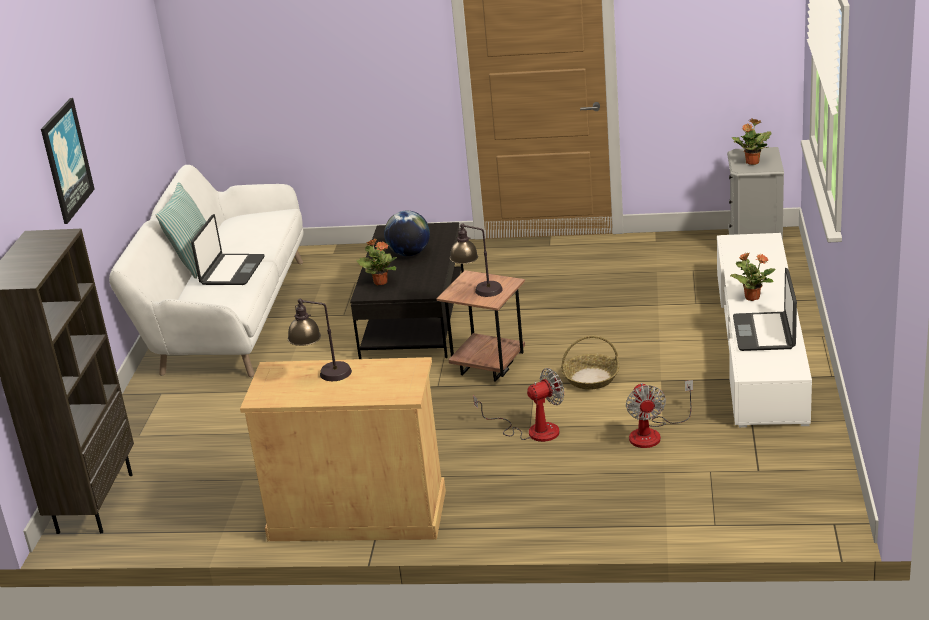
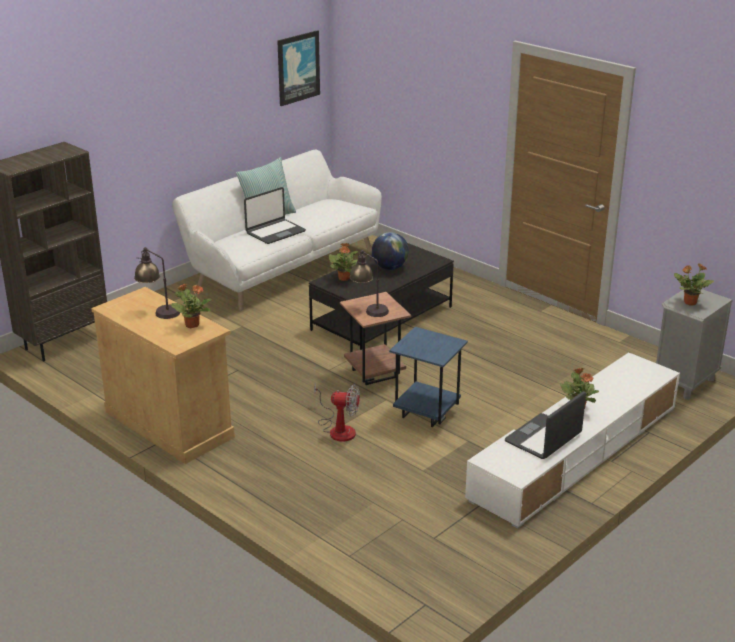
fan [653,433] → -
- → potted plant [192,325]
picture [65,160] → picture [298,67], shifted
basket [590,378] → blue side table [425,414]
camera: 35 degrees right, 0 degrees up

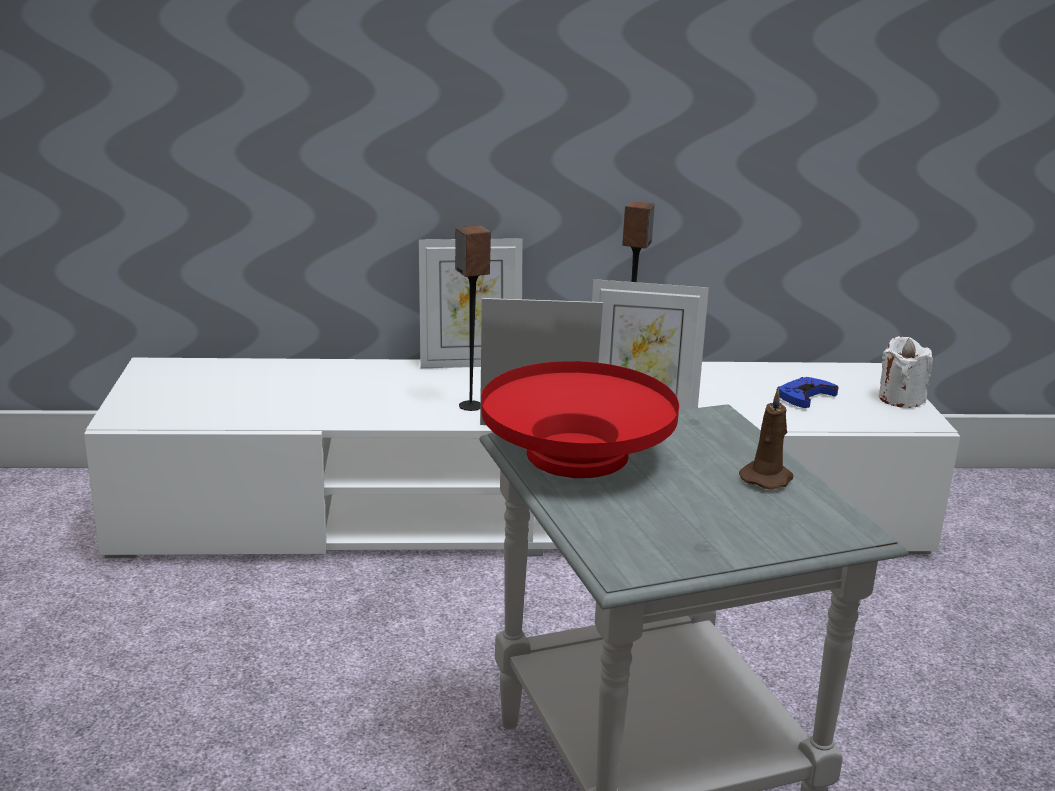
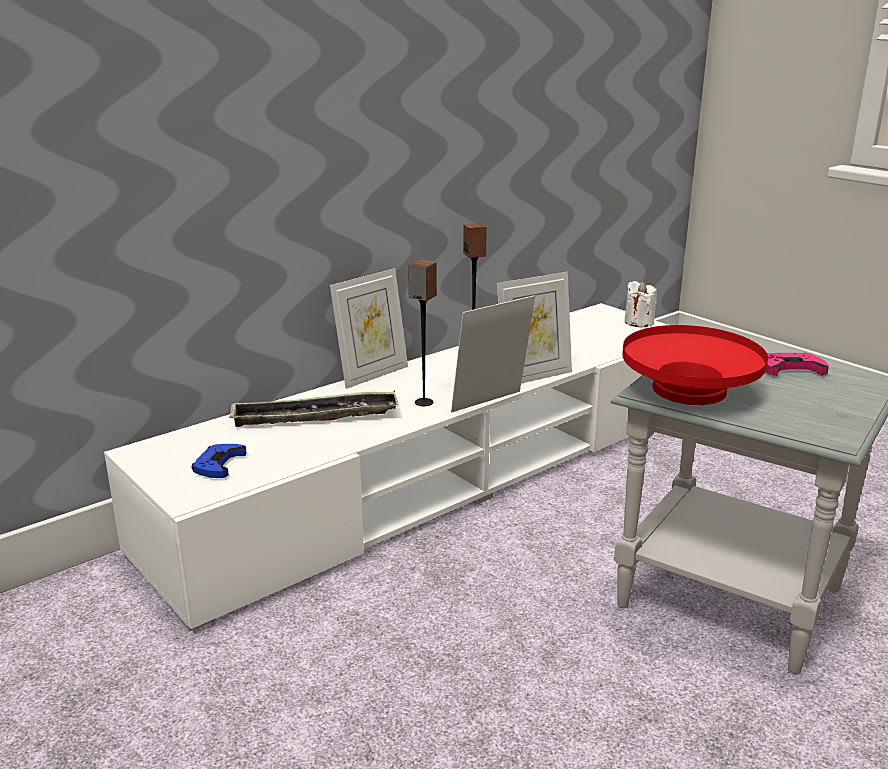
- → tray [315,417]
blue game controller [804,397] → blue game controller [219,465], shifted
brown candle [767,478] → pink game controller [791,369]
camera: 35 degrees left, 0 degrees up

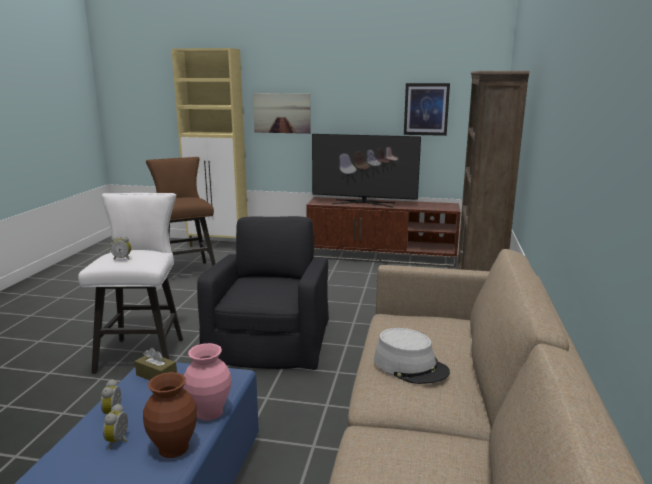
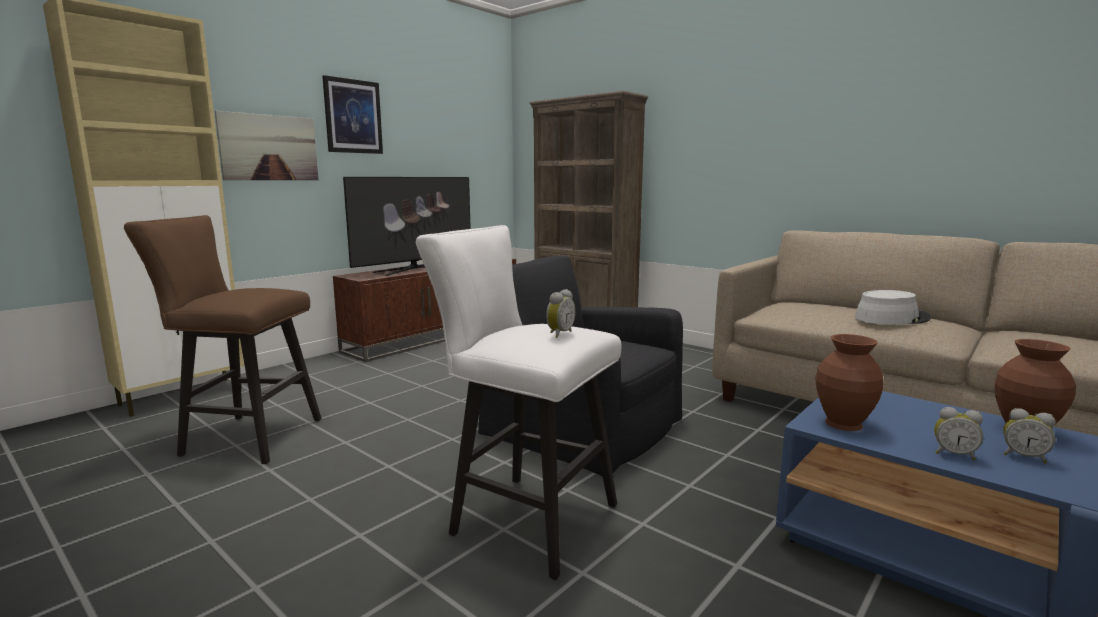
pink vase [210,411] → -
picture [426,109] → picture [353,116], shifted
brown tissue box [156,375] → brown vase [842,423]
camera: 60 degrees left, 5 degrees down

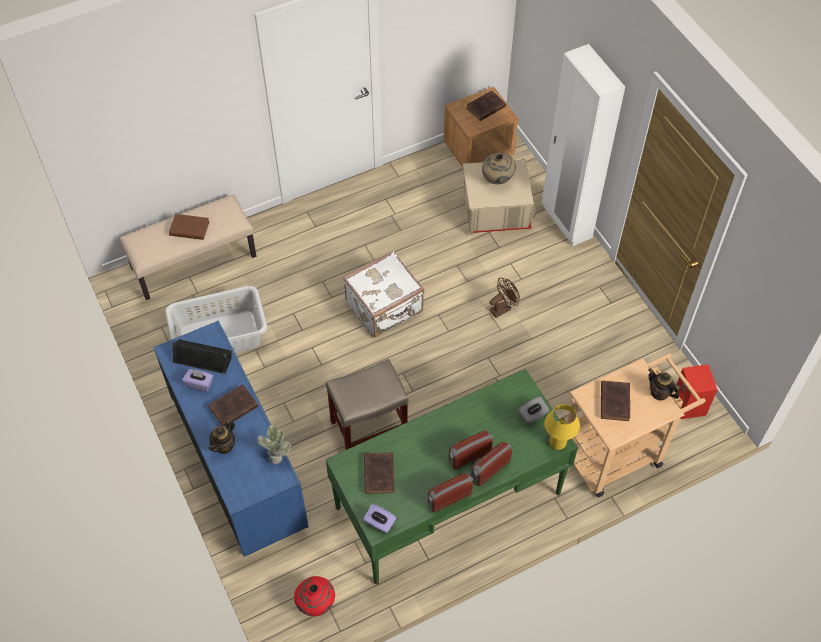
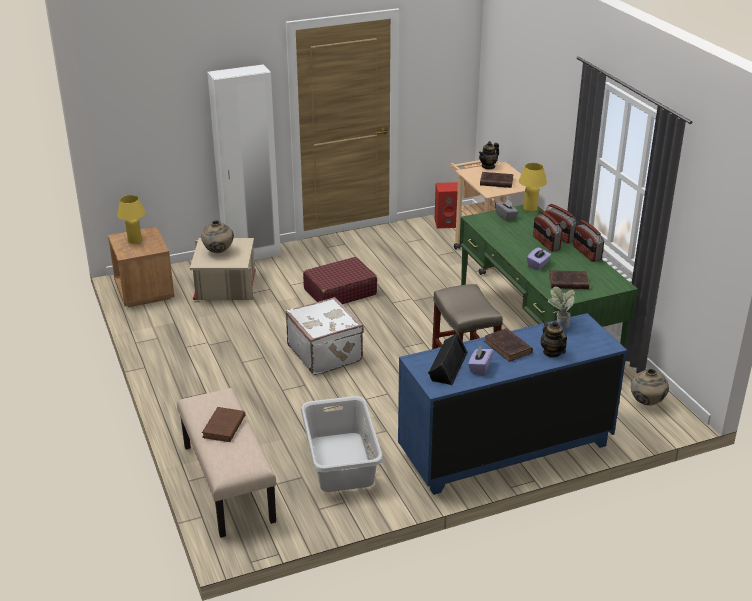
purple tissue box [380,523] → purple tissue box [538,265], shifted
brown book [485,108] → yellow table lamp [134,240]
brown fan [503,308] → red suitcase [339,292]
red vase [316,604] → beige vase [647,403]
teapot [224,445] → teapot [552,352], 150 degrees counterclockwise
camera: 85 degrees left, 25 degrees down

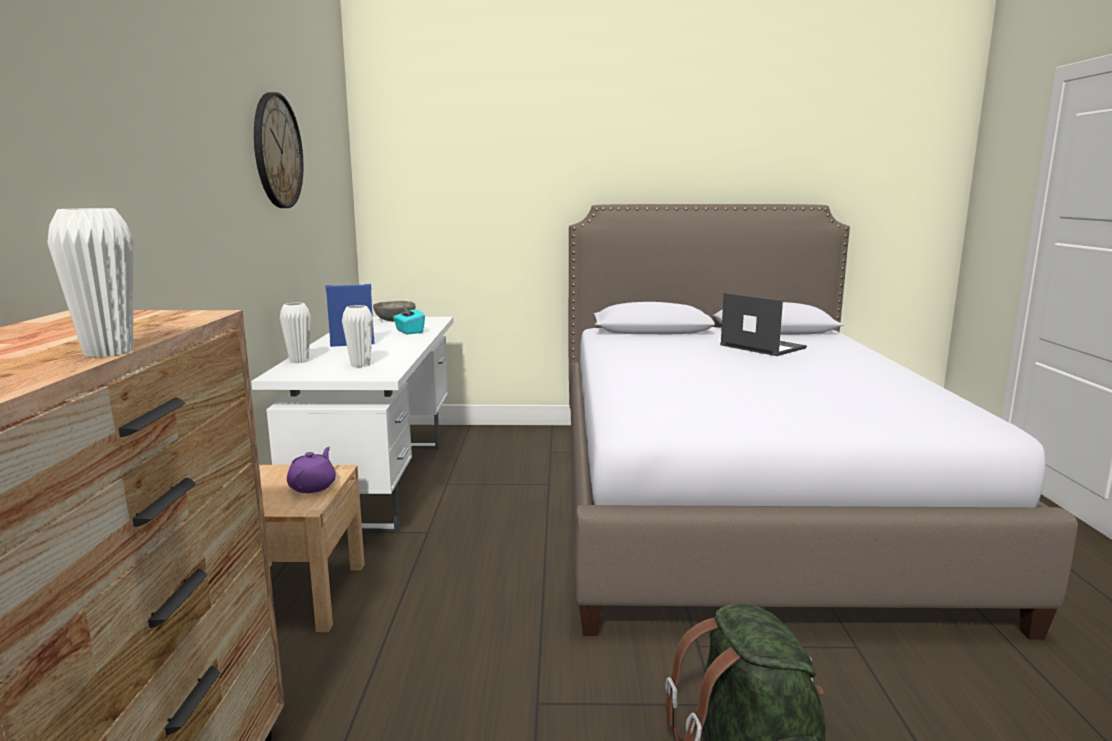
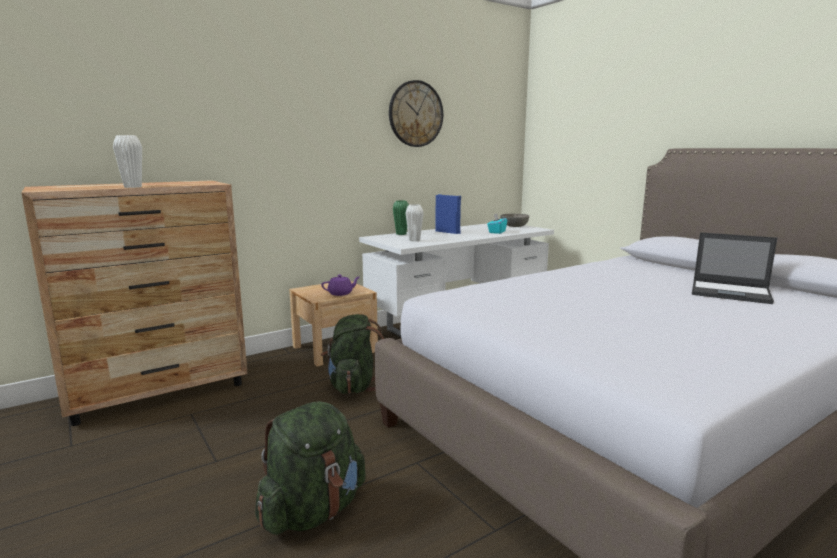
- → green backpack [354,386]
white vase [299,361] → green vase [401,234]
laptop [761,346] → laptop [731,292], 105 degrees clockwise
camera: 55 degrees right, 0 degrees up

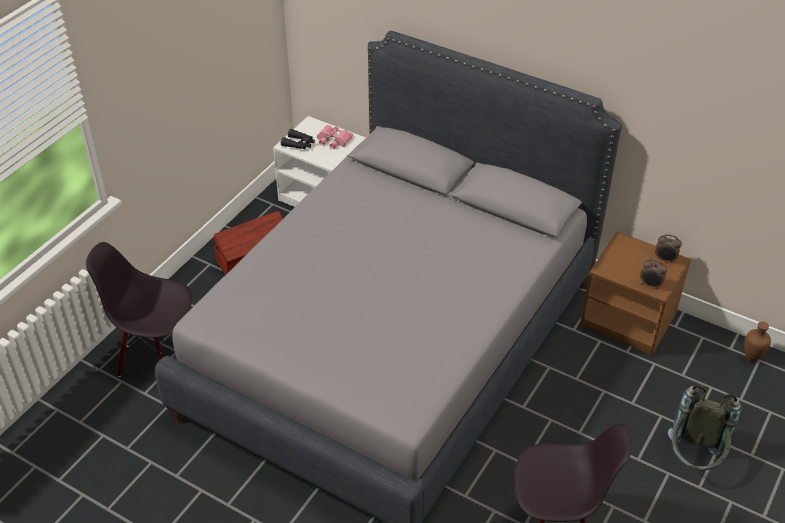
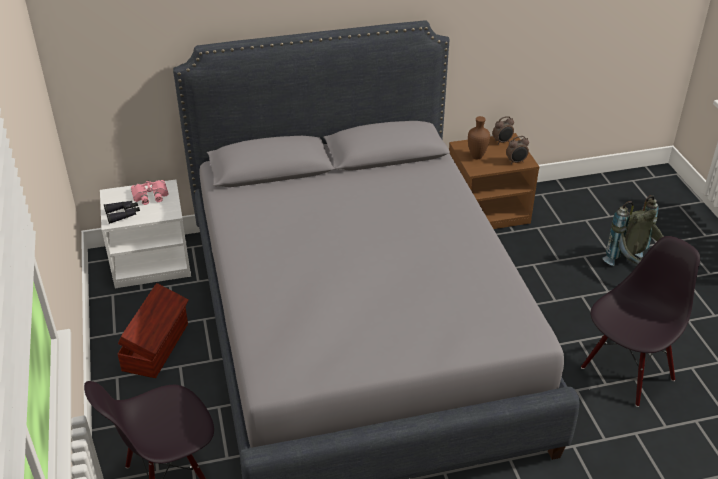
brown vase [751,358] → brown vase [476,157], shifted
camera: 45 degrees left, 5 degrees down

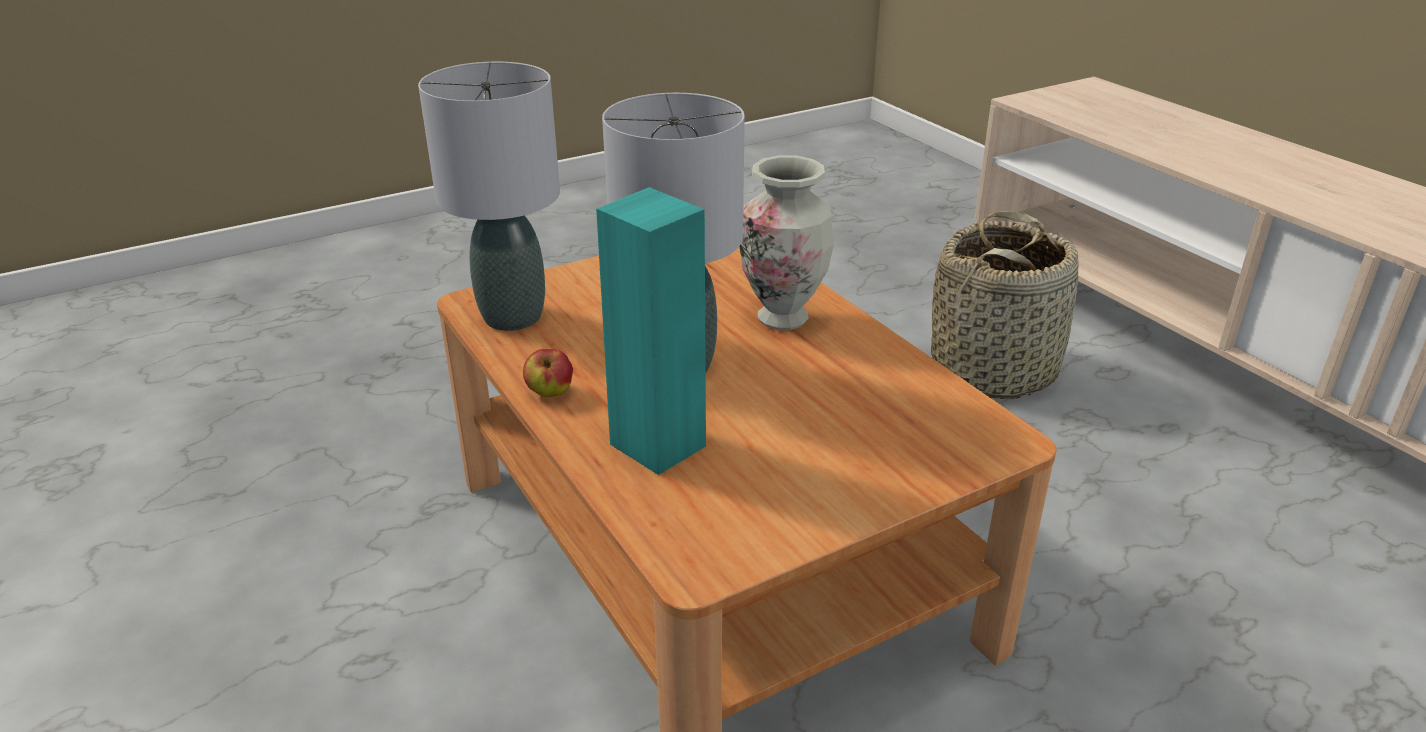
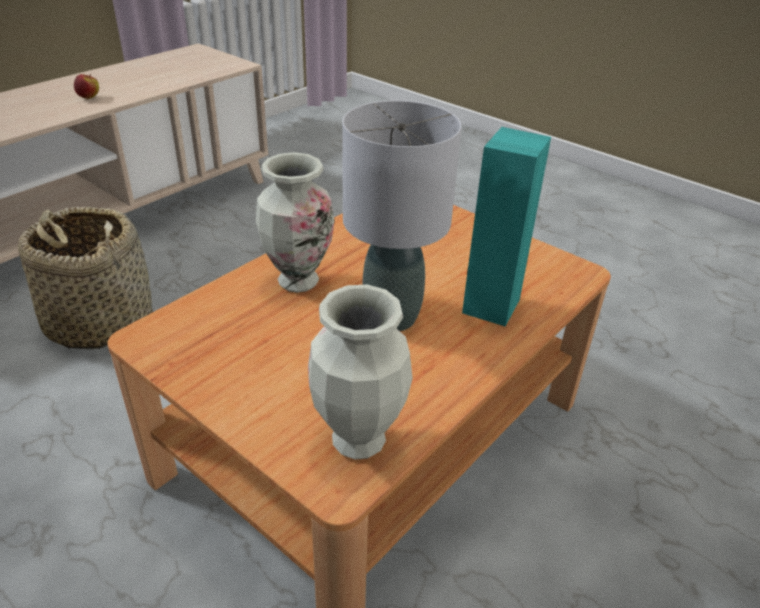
apple [550,393] → apple [89,97], shifted
grey table lamp [512,316] → vase [358,441]
camera: 110 degrees left, 5 degrees up

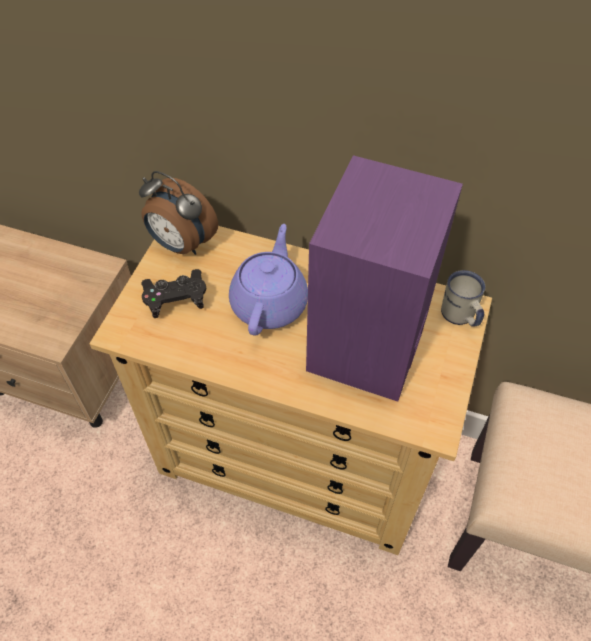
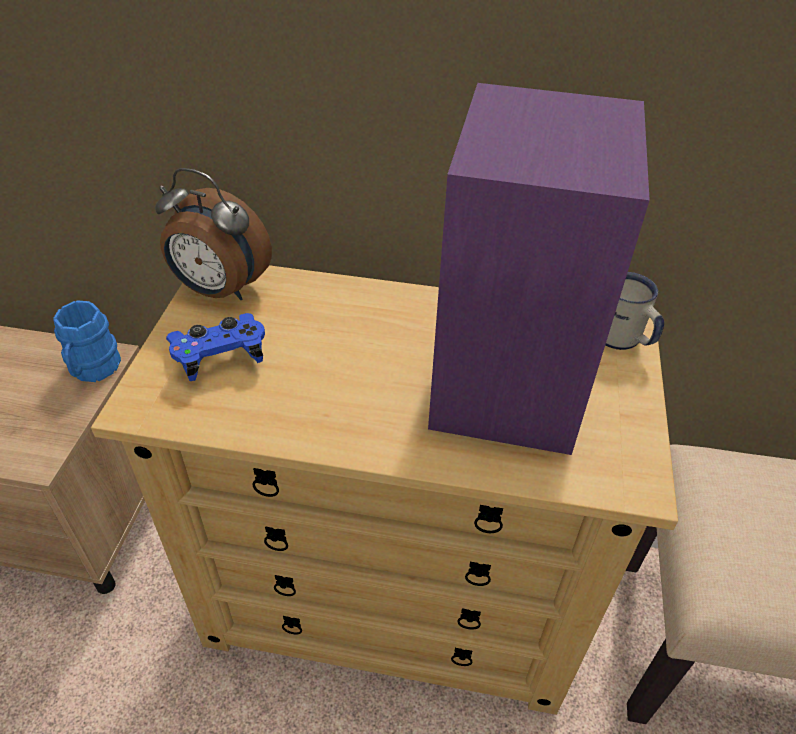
purple teapot [270,302] → -
- → blue mug [92,370]
black game controller [176,299] → blue game controller [220,357]
camera: 10 degrees left, 10 degrees down

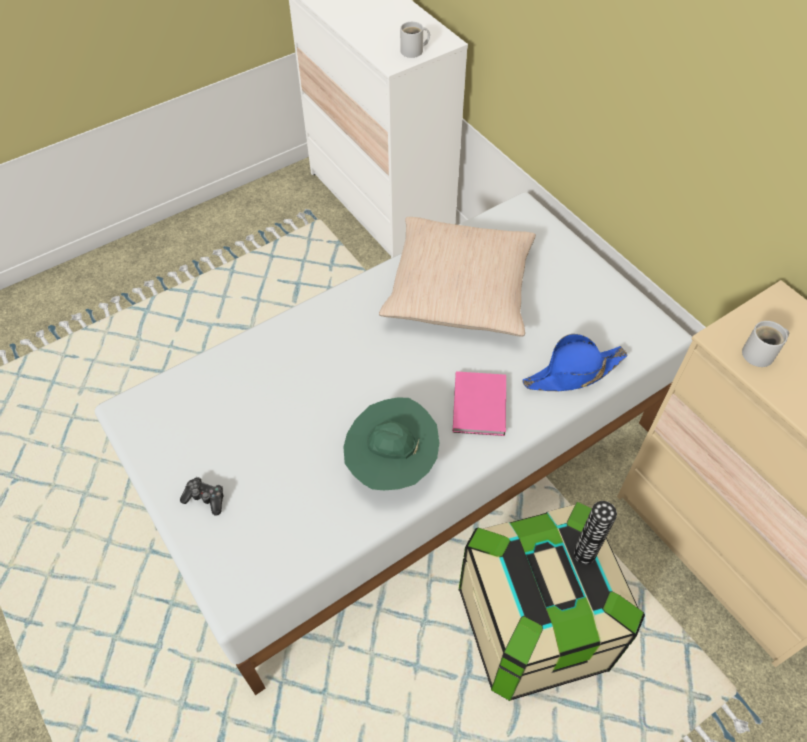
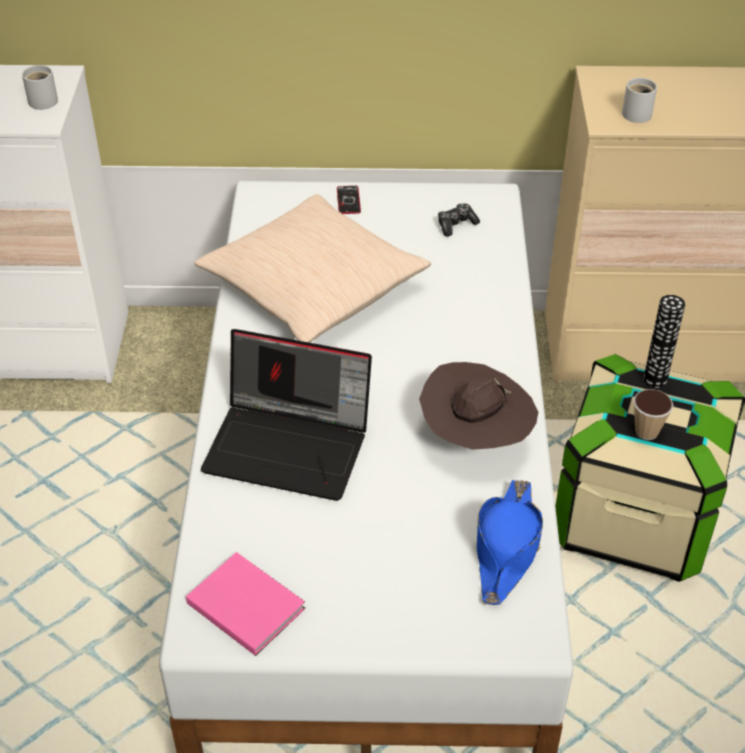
- → laptop [291,445]
- → phone [348,200]
- → cup [646,432]
game controller [205,498] → game controller [456,224], shifted
pink book [480,403] → pink book [245,603], shifted
blue hat [573,373] → blue hat [506,548], shifted
green hat [391,463] → brown hat [475,438]
camera: 55 degrees left, 10 degrees down

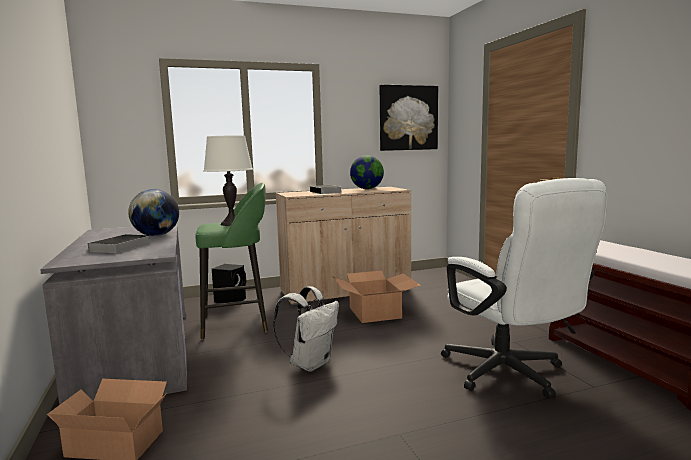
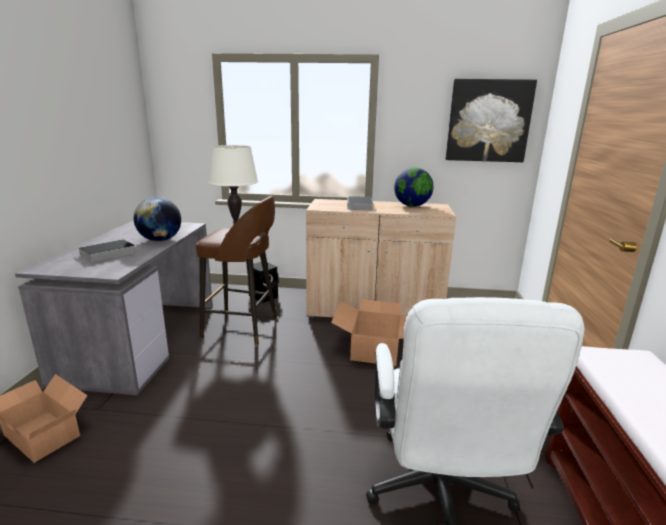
white backpack [310,363] → -
green stool [237,324] → brown stool [243,328]
camera: 25 degrees right, 10 degrees up

